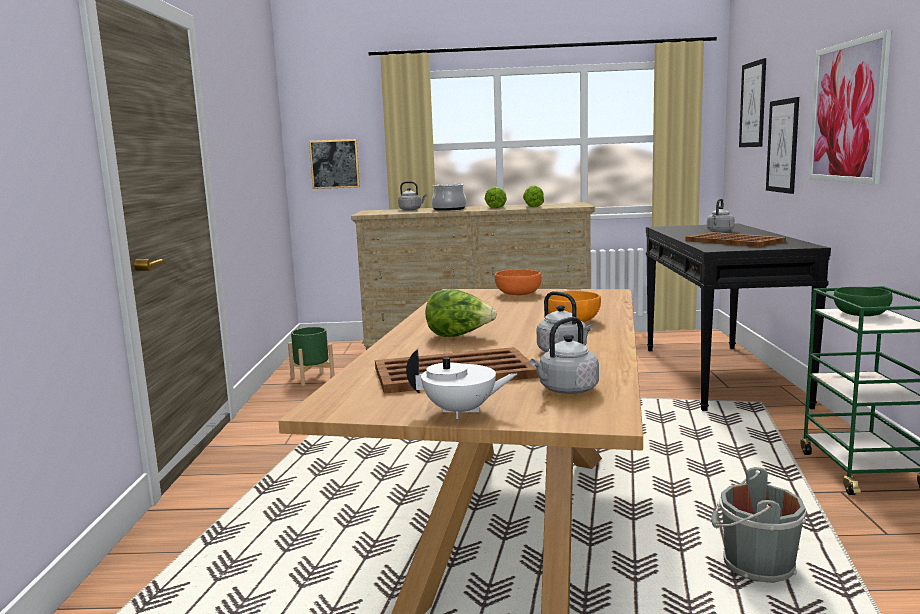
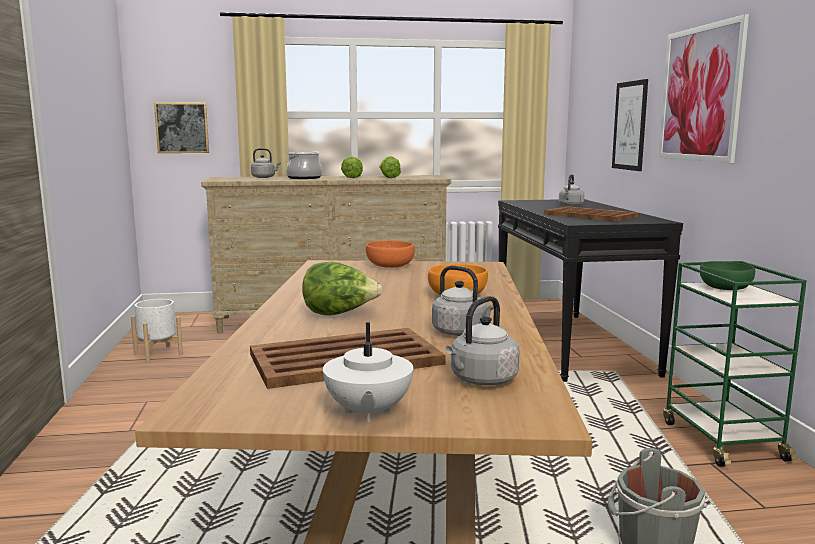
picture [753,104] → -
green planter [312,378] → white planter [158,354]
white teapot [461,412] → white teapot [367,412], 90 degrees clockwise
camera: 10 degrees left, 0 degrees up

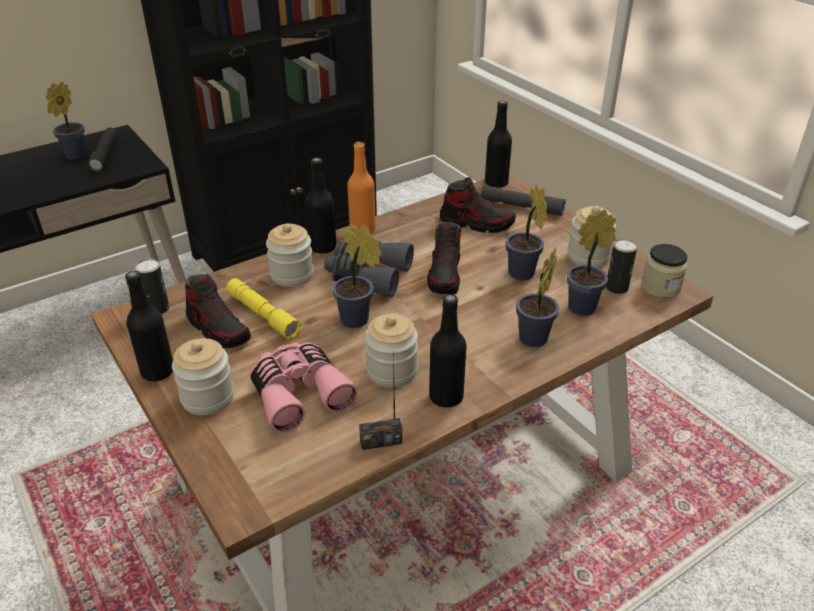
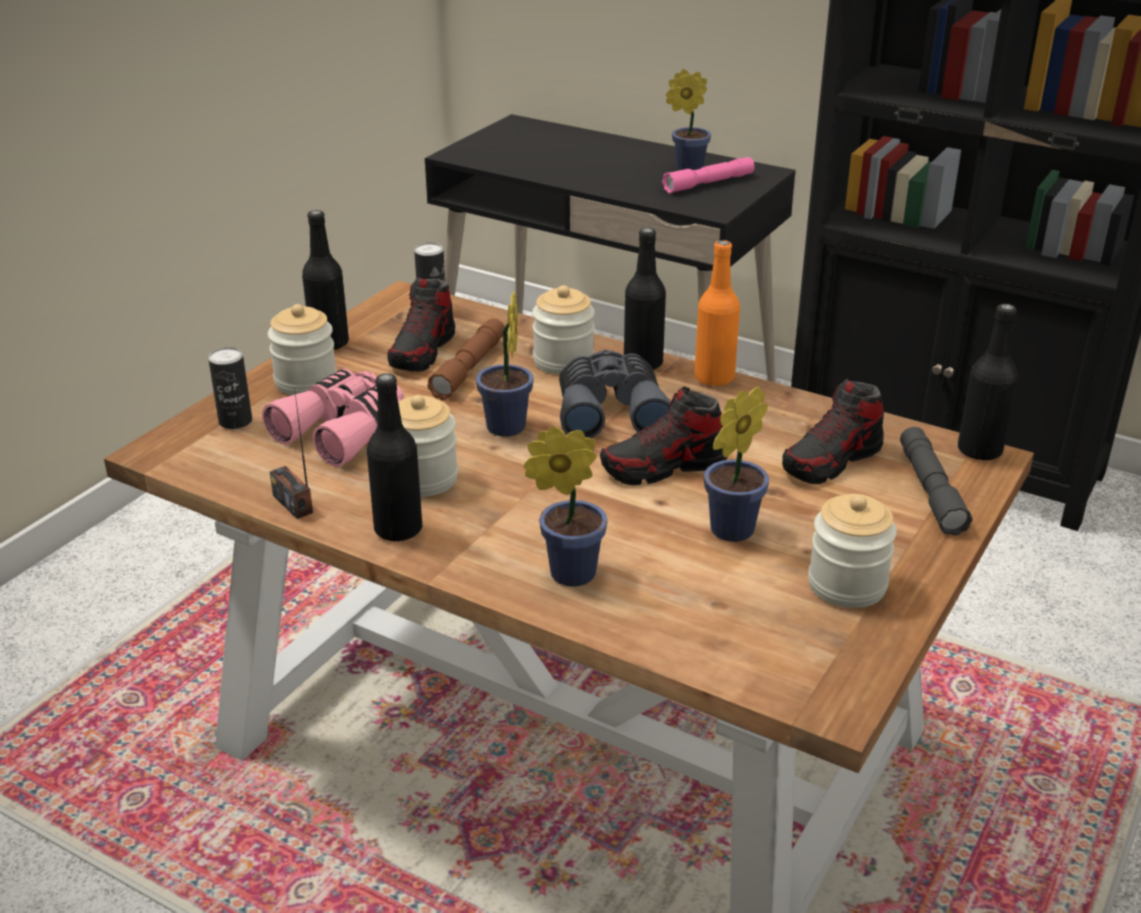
potted plant [585,307] → -
jar [660,287] → -
can [616,287] → can [235,421], shifted
grey flashlight [105,155] → pink flashlight [708,183]
yellow flashlight [263,315] → brown flashlight [469,368]
shoe [476,223] → shoe [832,461], 60 degrees clockwise
camera: 65 degrees right, 5 degrees down

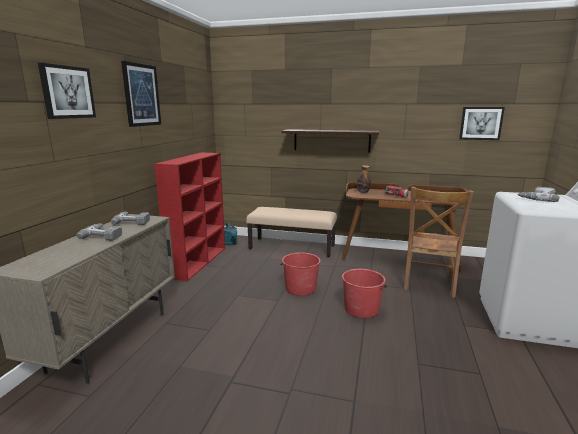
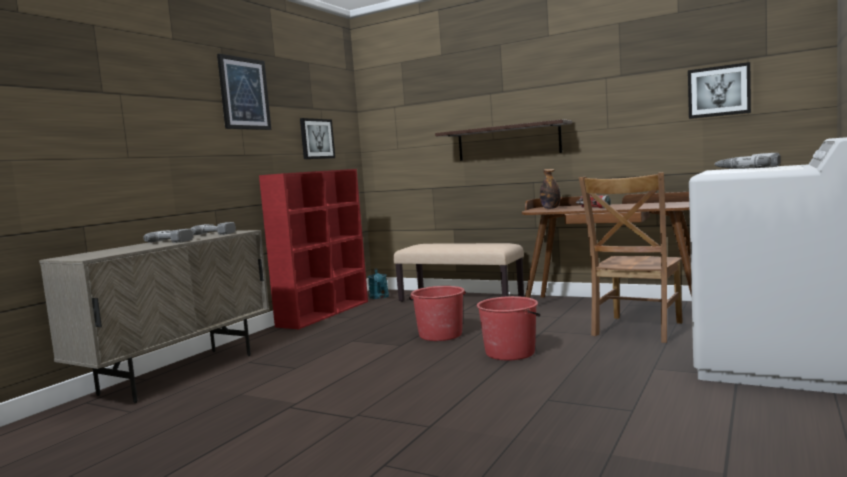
picture [67,92] → picture [316,139], shifted
camera: 15 degrees right, 10 degrees down

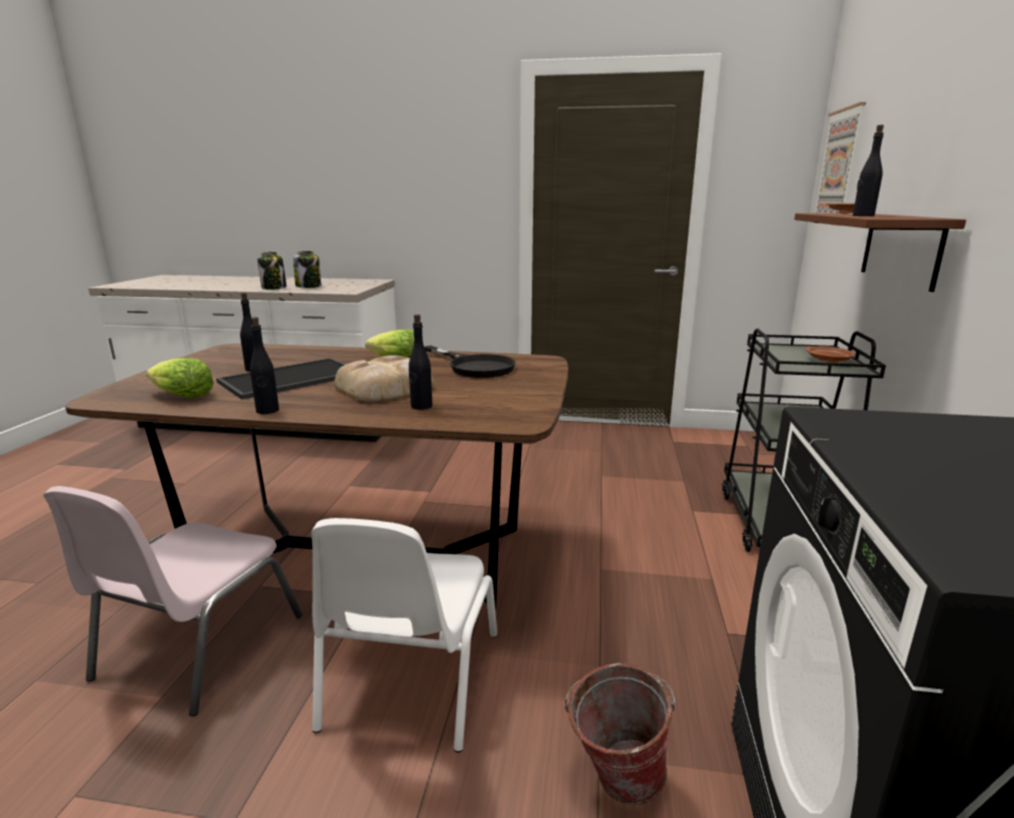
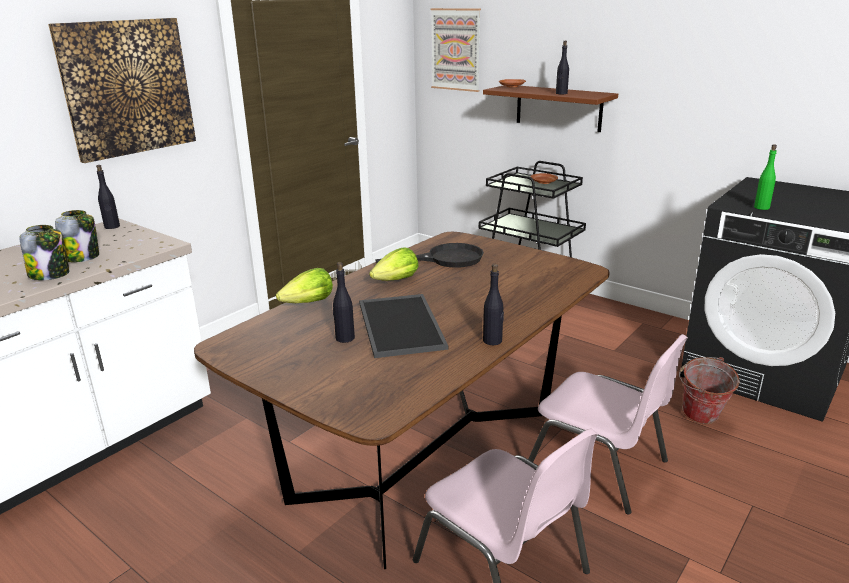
bread [387,388] → -
- → picture [127,88]
- → green bottle [761,207]
lettuce [181,396] → lettuce [309,303], shifted
black bottle [421,406] → black bottle [112,227], shifted
white chair [409,681] → pink chair [599,466]
camera: 60 degrees left, 5 degrees up

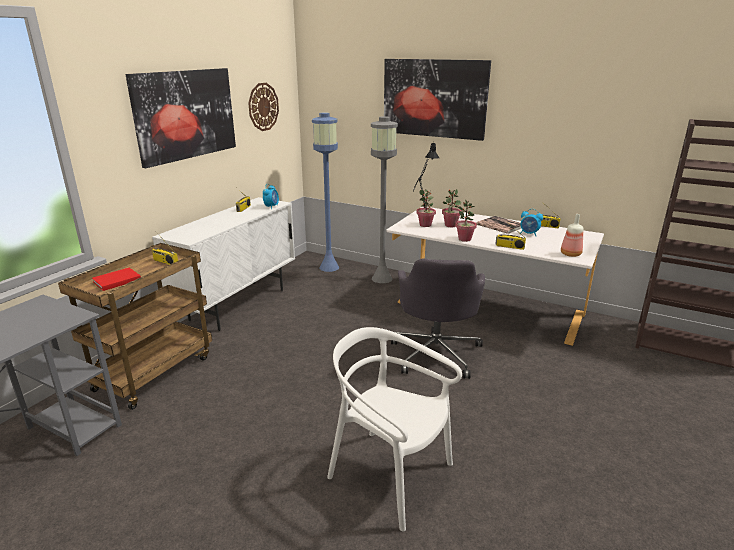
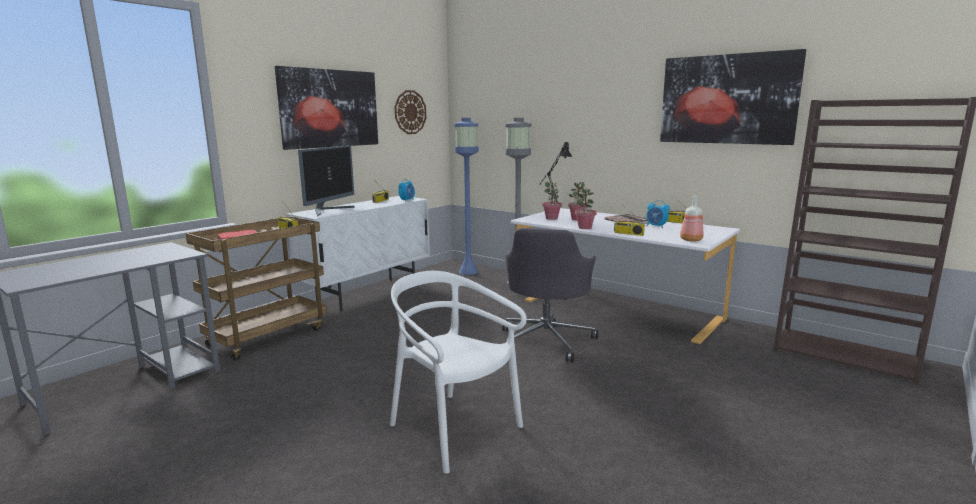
- → monitor [328,210]
picture [434,98] → picture [727,99], shifted
camera: 10 degrees right, 10 degrees down

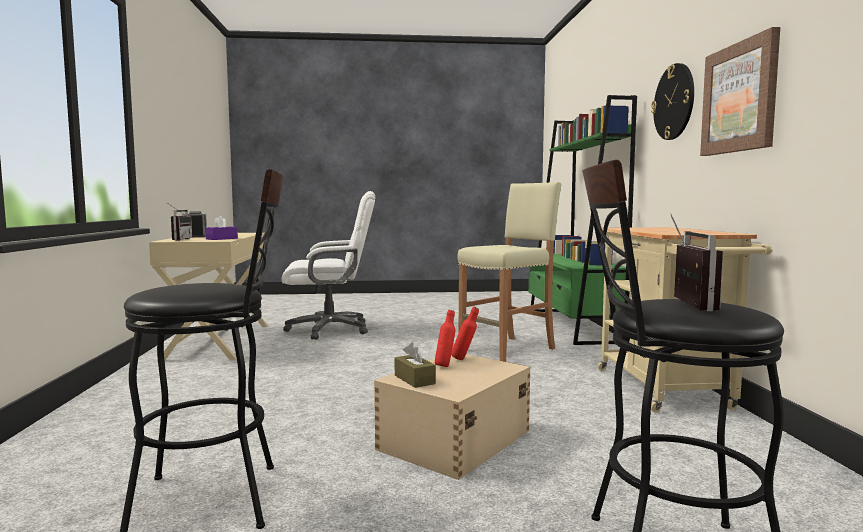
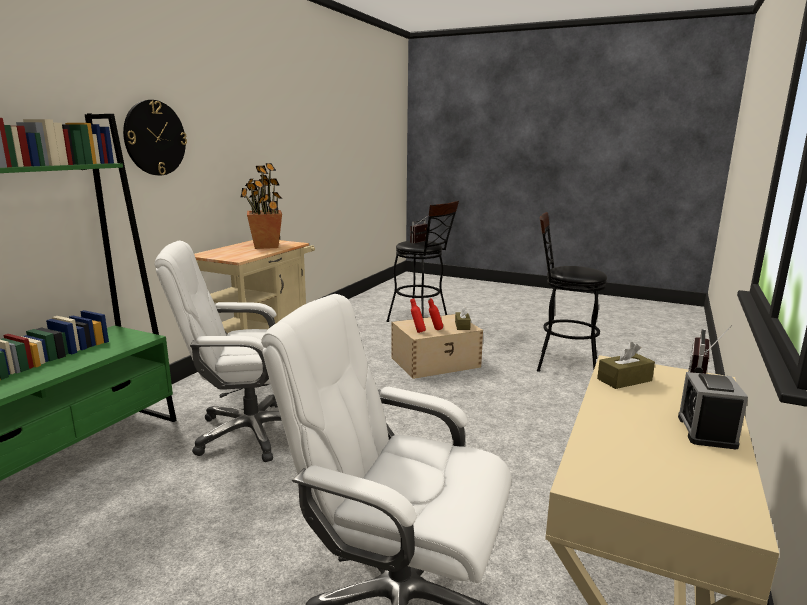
picture [740,98] → -
- → potted plant [265,246]
beige stool [508,349] → white office chair [251,432]
purple tissue box [221,239] → brown tissue box [624,380]
camera: 150 degrees left, 10 degrees up

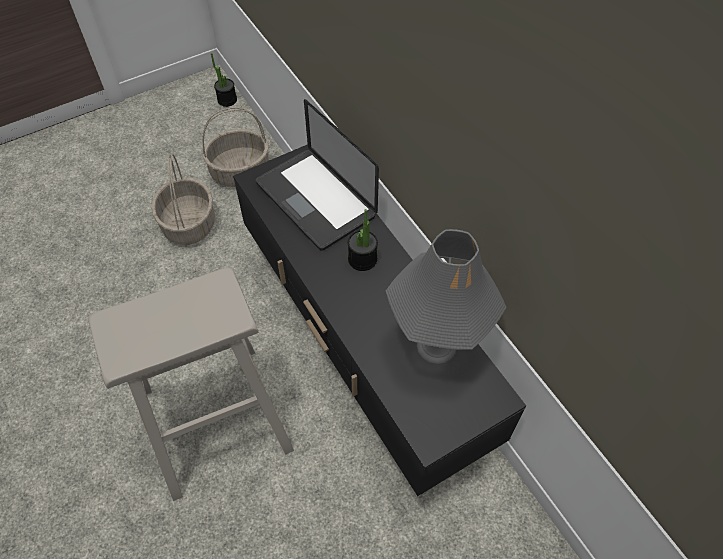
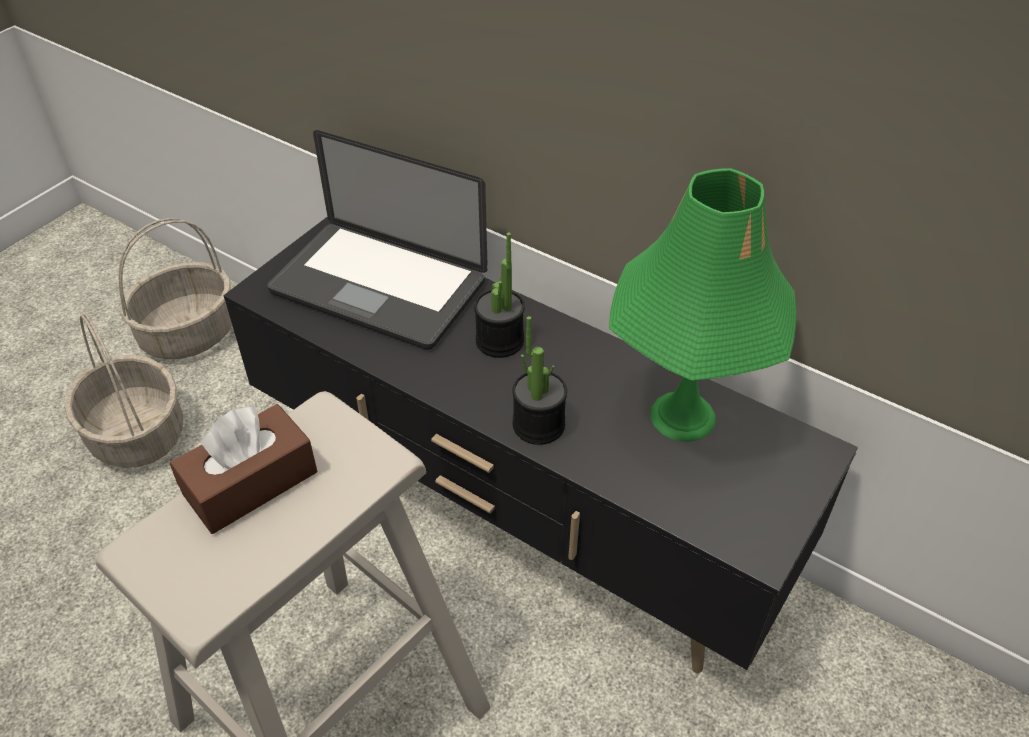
- → brown tissue box [250,483]
potted plant [227,100] → potted plant [538,425], shifted
grey table lamp [437,346] → green table lamp [683,416]
camera: 25 degrees left, 10 degrees down

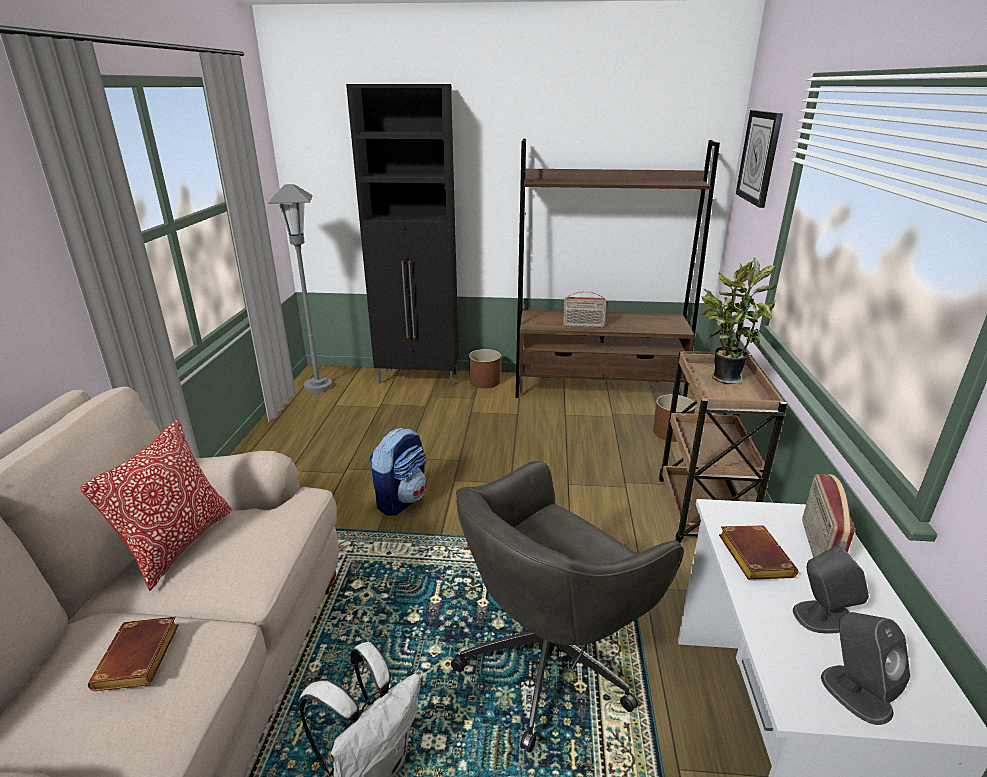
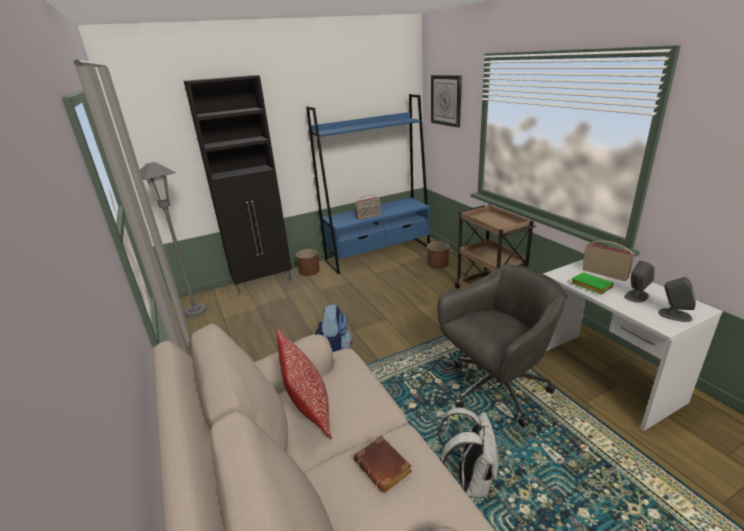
potted plant [723,377] → -
brown bookcase [598,389] → blue bookcase [379,254]
brown book [752,556] → green book [589,286]
grey office chair [550,660] → grey office chair [495,389], 135 degrees counterclockwise
radio [817,548] → radio [604,274], 150 degrees clockwise
camera: 30 degrees left, 0 degrees up

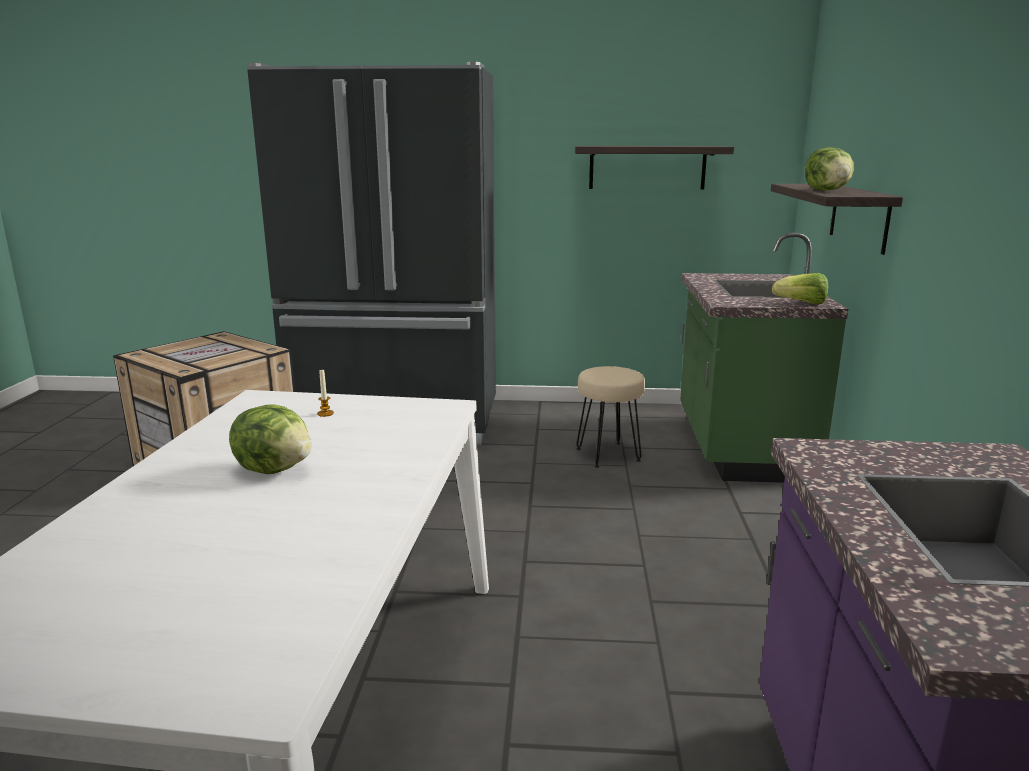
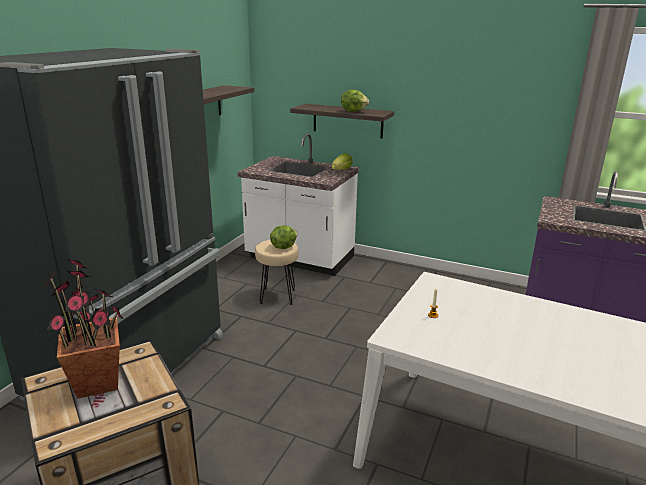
- → potted plant [98,383]
lettuce [275,469] → lettuce [283,247], shifted
green counter [739,446] → white counter [299,259]
camera: 70 degrees left, 5 degrees up

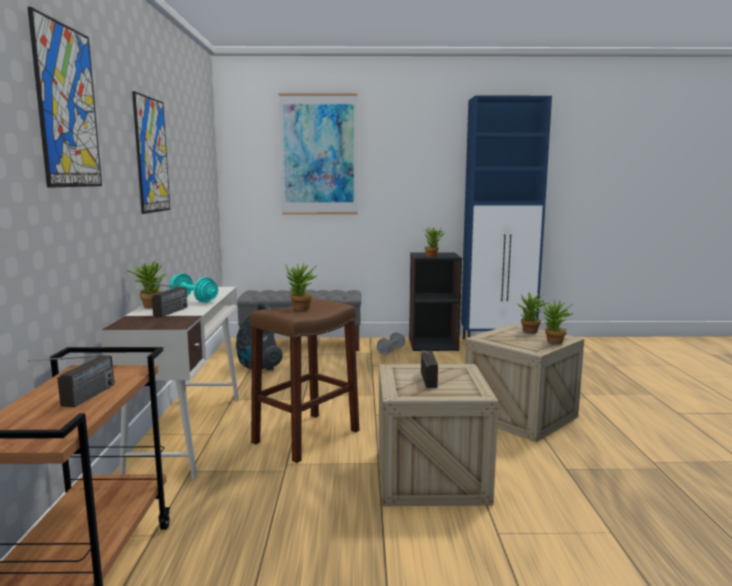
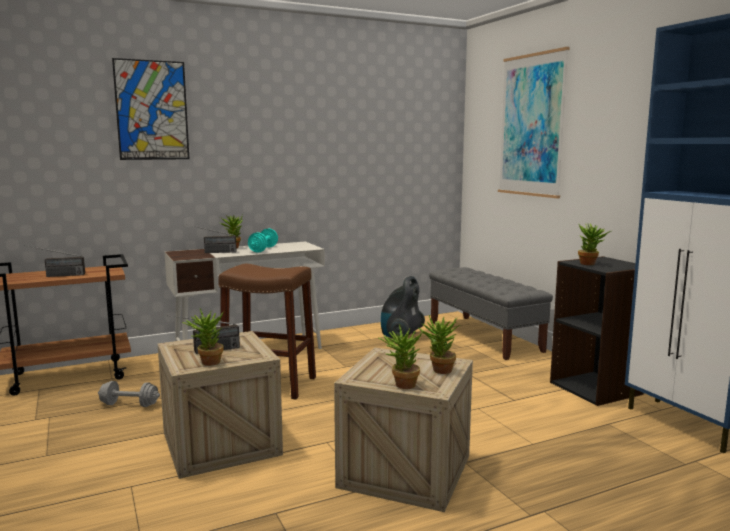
picture [151,155] → -
potted plant [301,309] → potted plant [207,363], shifted
grey dumbbell [390,351] → grey dumbbell [129,404], shifted
camera: 65 degrees right, 0 degrees up

